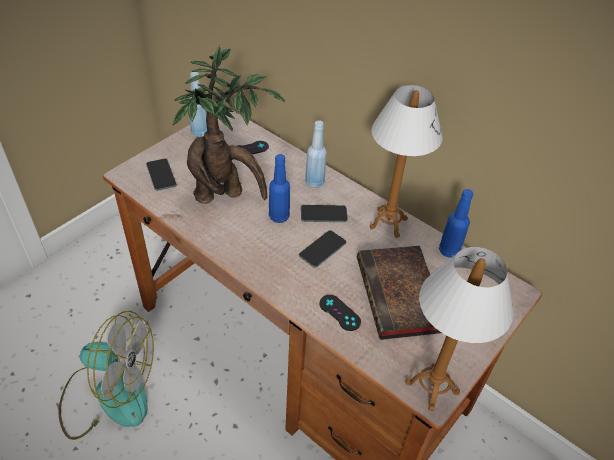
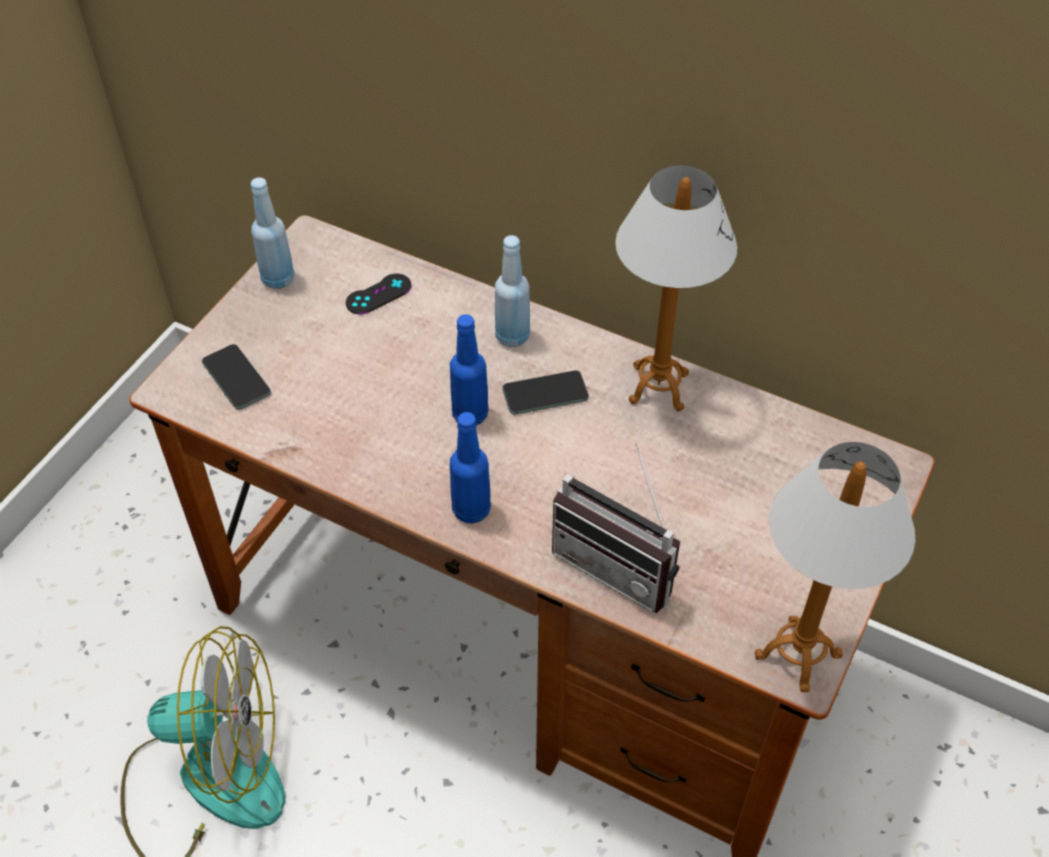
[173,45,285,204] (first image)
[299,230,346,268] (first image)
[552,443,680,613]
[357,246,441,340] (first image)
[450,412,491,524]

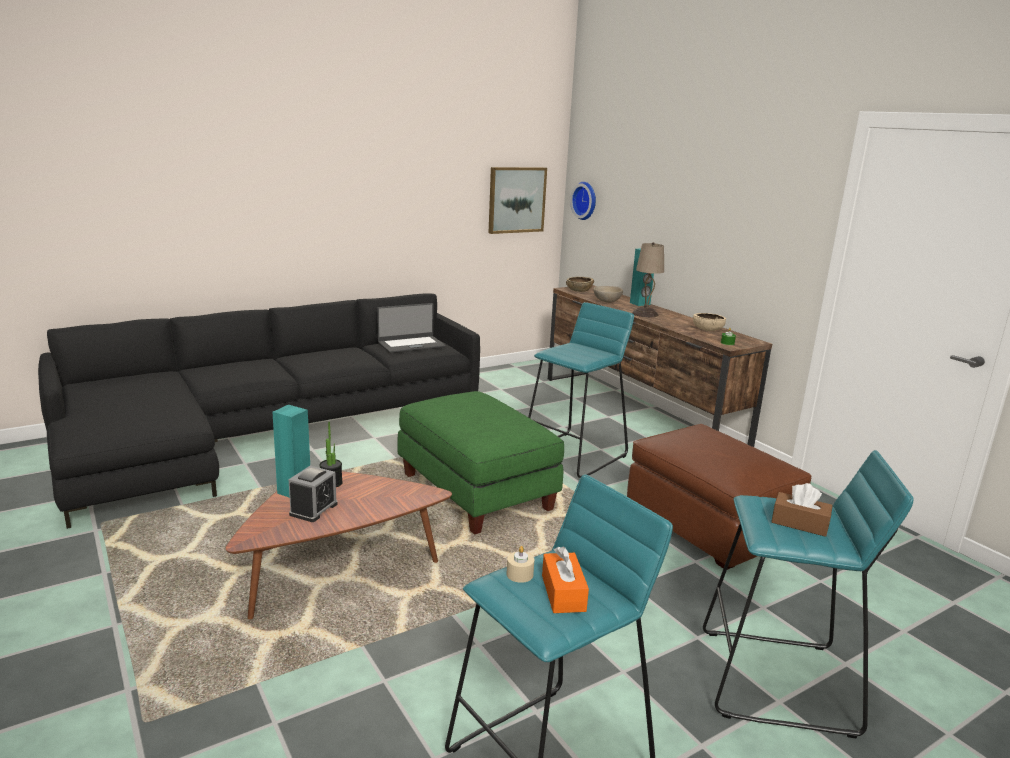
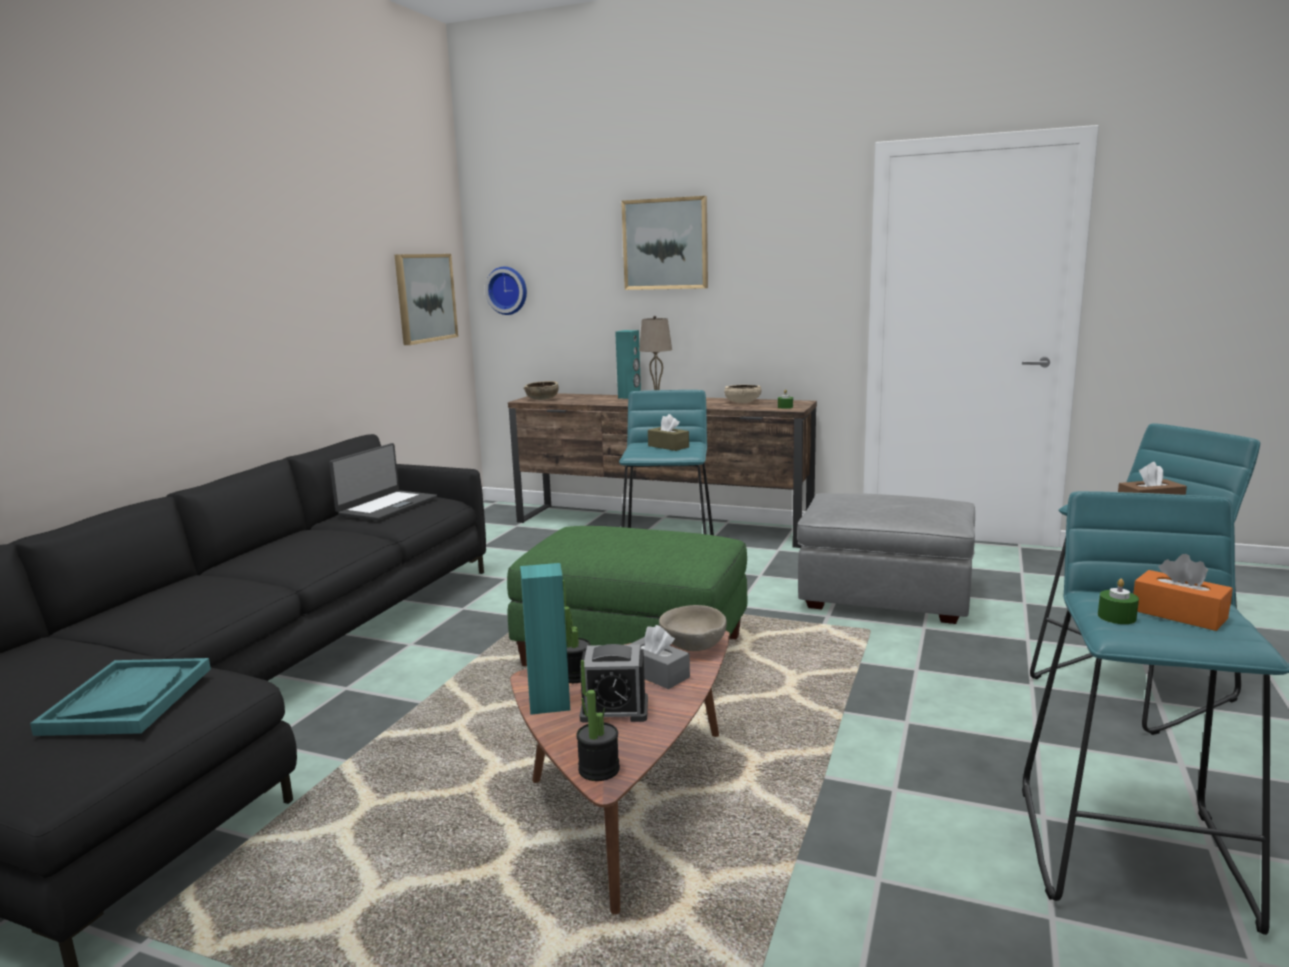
[579,644,648,723]
[1098,579,1139,624]
[659,605,727,651]
[797,493,975,624]
[30,658,211,736]
[576,660,620,781]
[621,196,708,290]
[629,625,690,689]
[648,414,689,451]

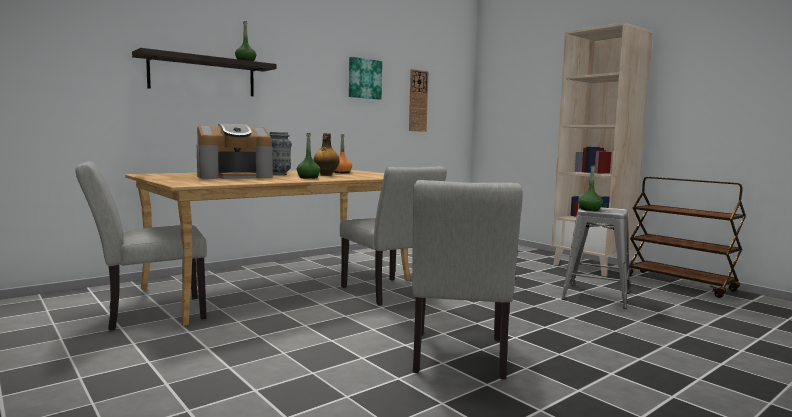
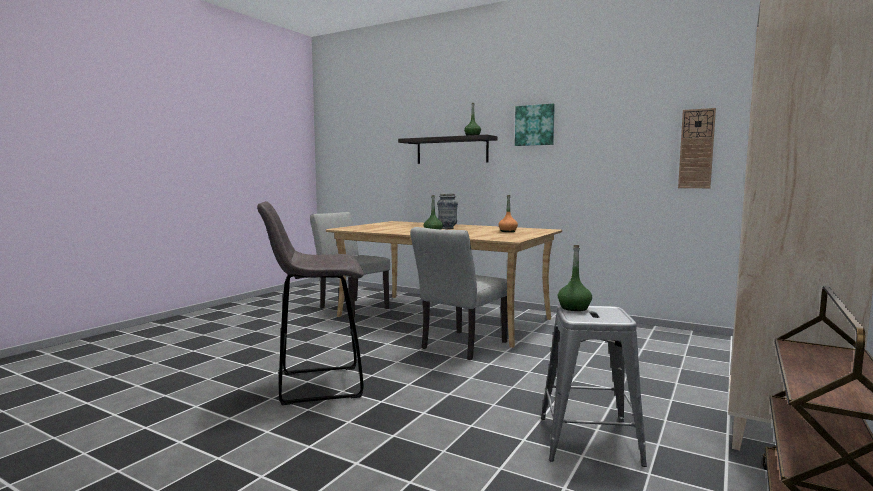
[197,124,273,179] (first image)
[313,133,340,176] (first image)
[515,104,555,146]
[257,201,364,405]

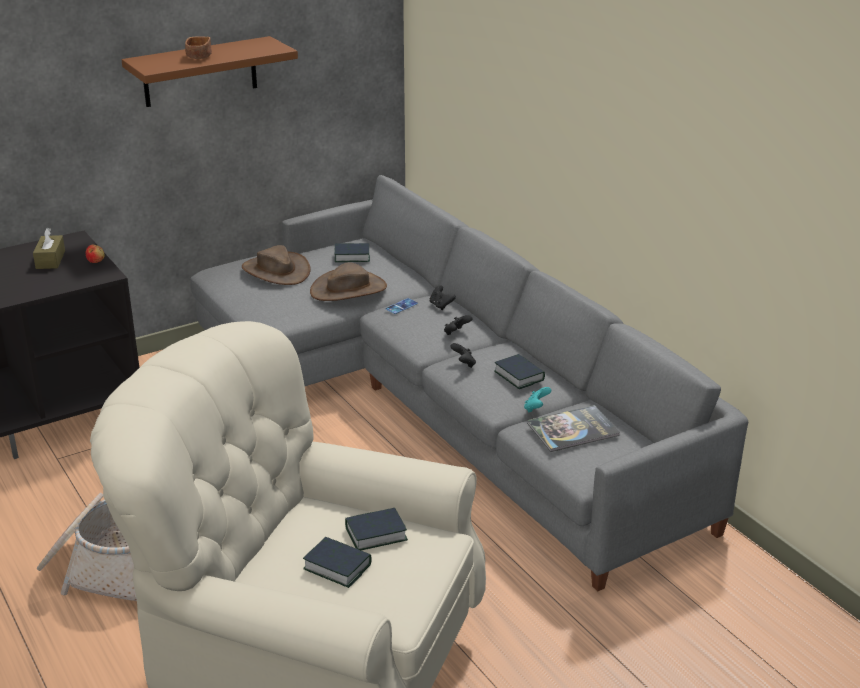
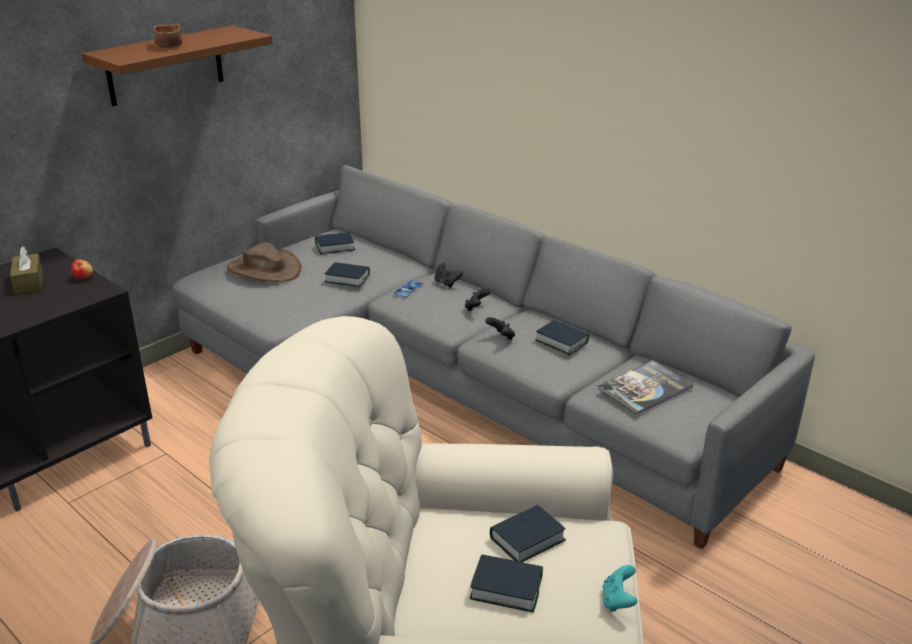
[325,262,370,287]
[602,565,637,612]

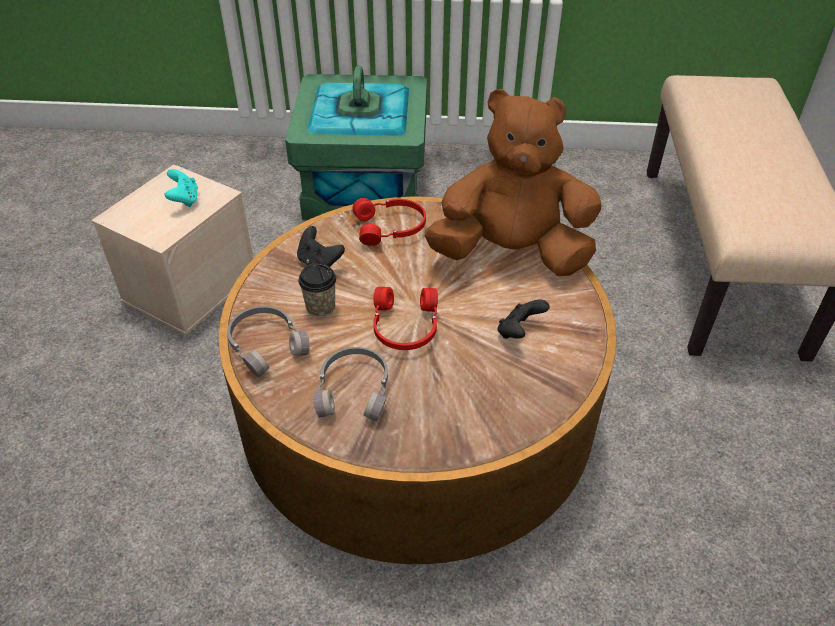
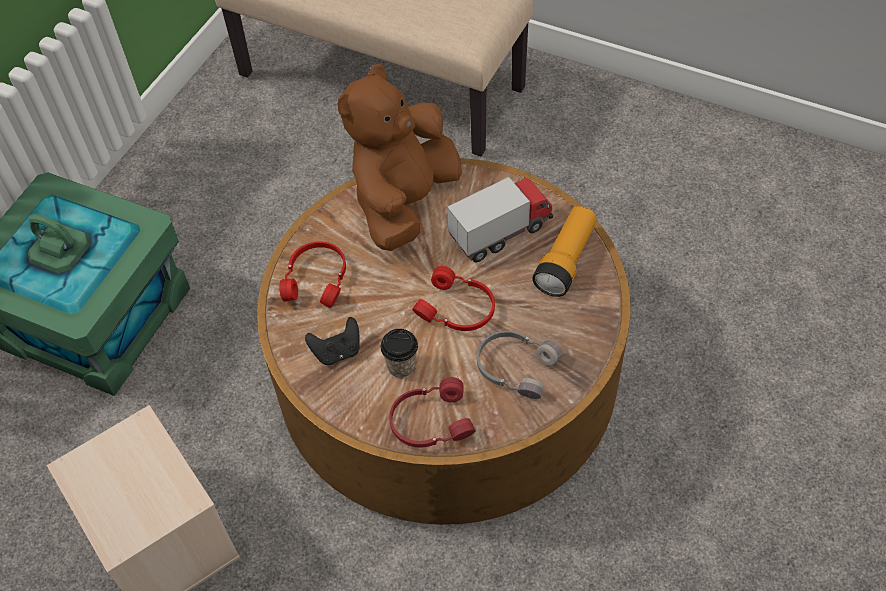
[164,169,198,207] (first image)
[389,377,476,448]
[447,177,553,262]
[532,206,597,297]

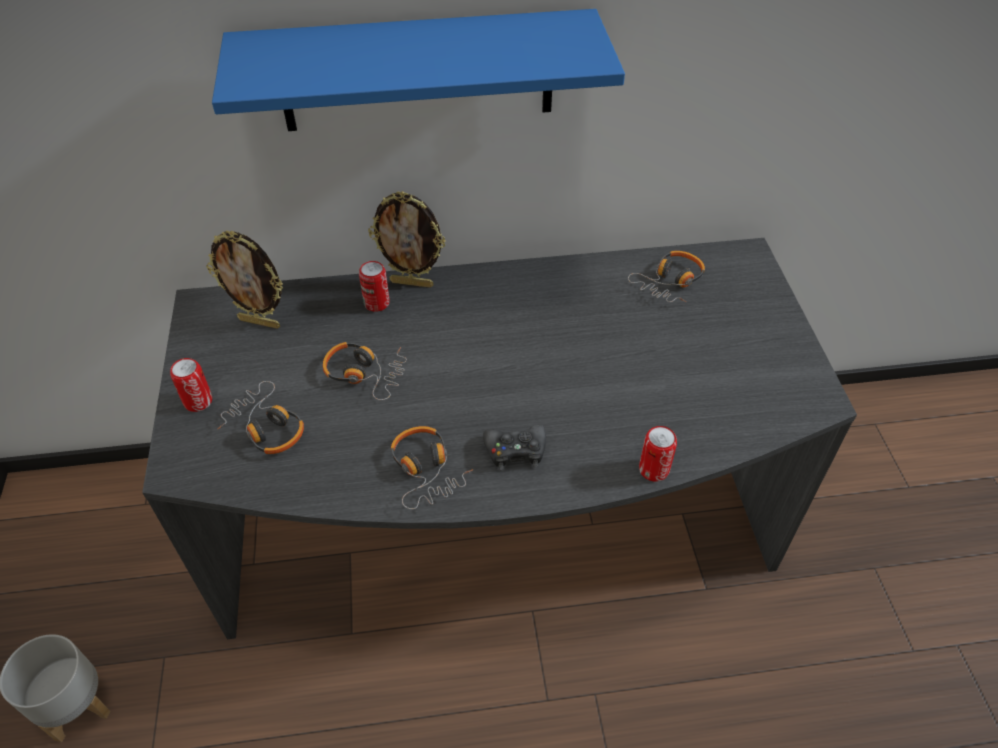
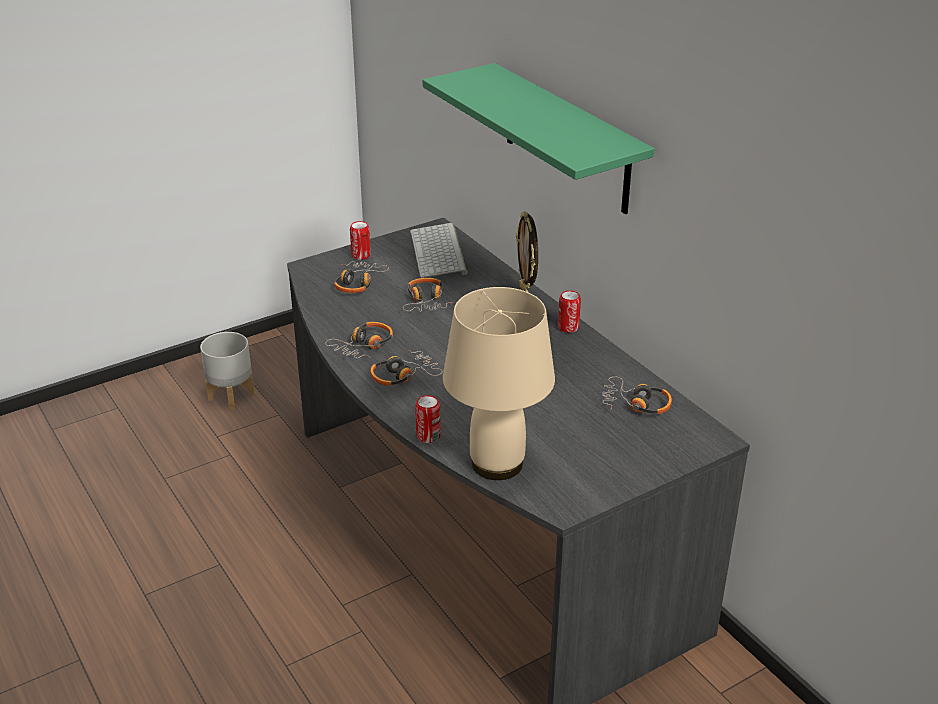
[410,223,468,278]
[423,63,655,214]
[558,290,581,333]
[370,349,443,386]
[443,287,555,480]

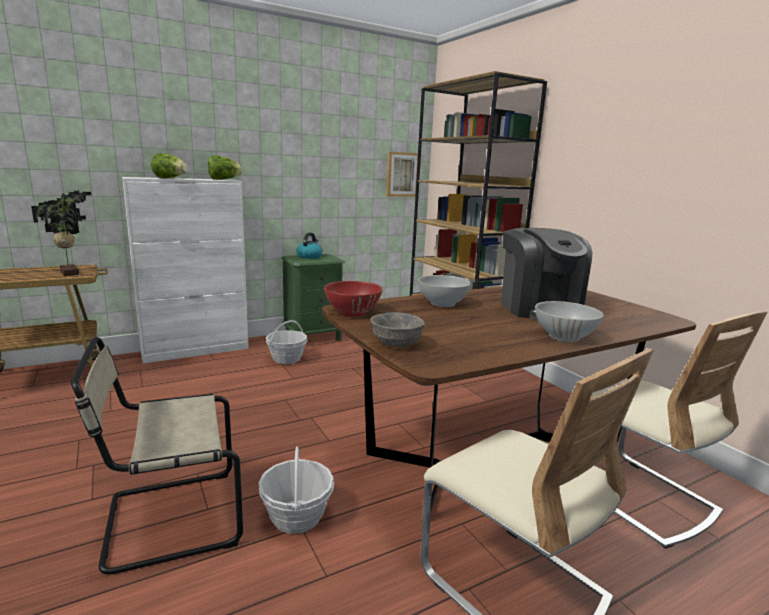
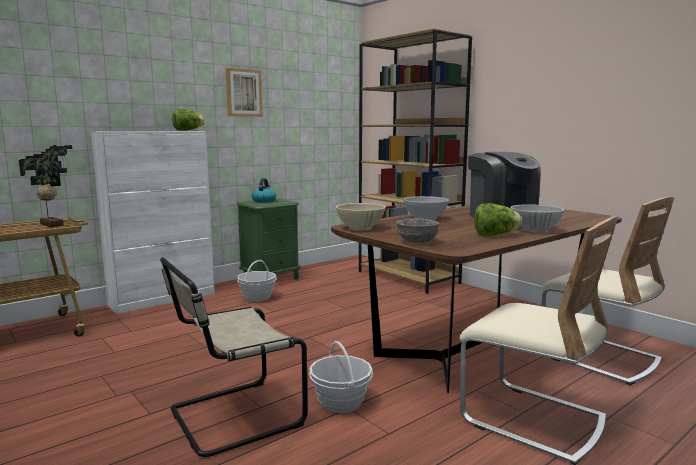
[474,203,522,236]
[336,203,385,230]
[226,68,263,117]

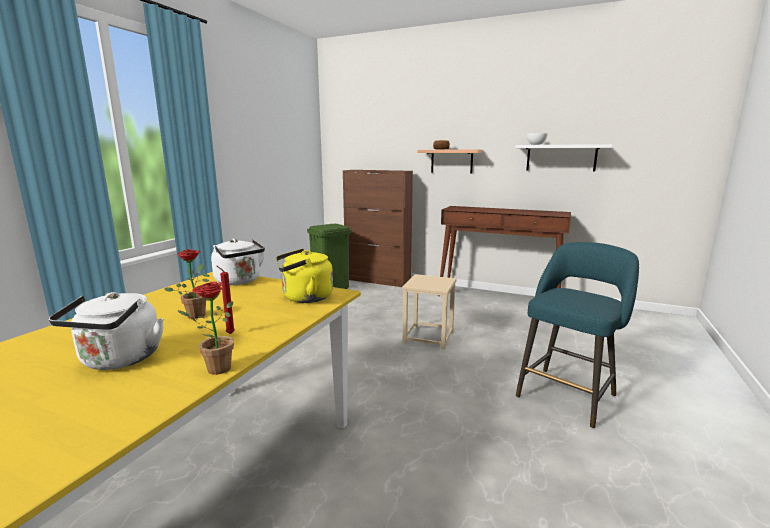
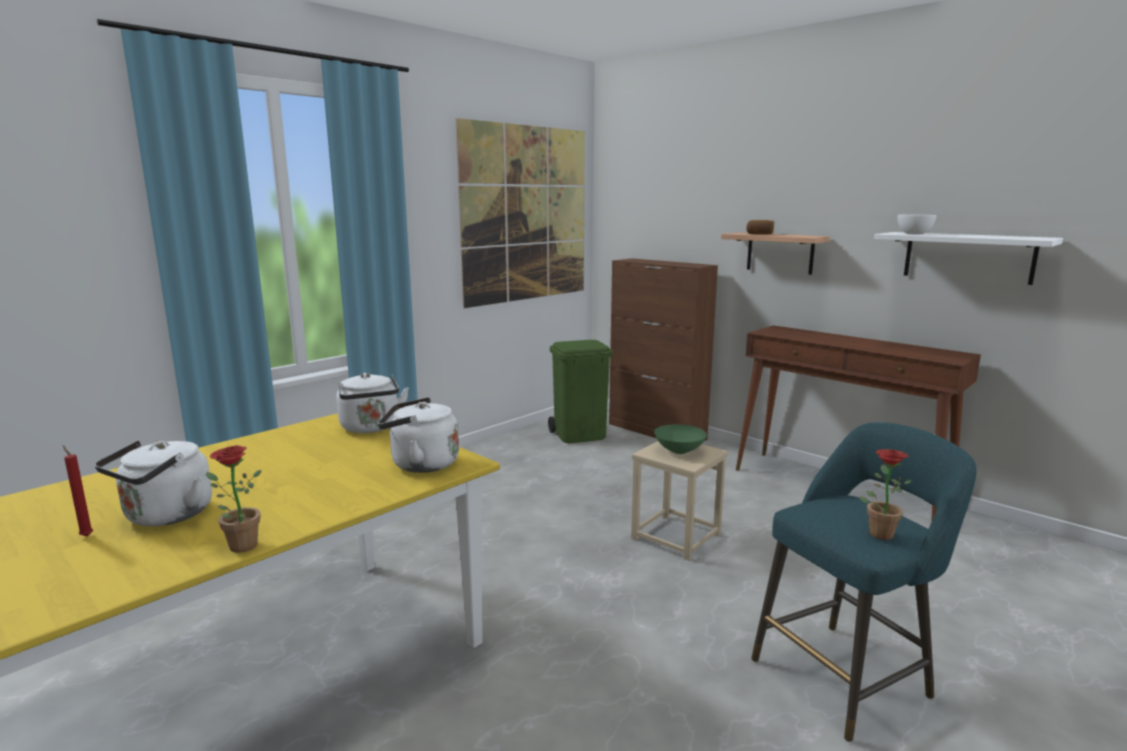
[860,449,912,540]
[62,445,93,537]
[378,397,459,473]
[455,118,585,308]
[654,424,707,454]

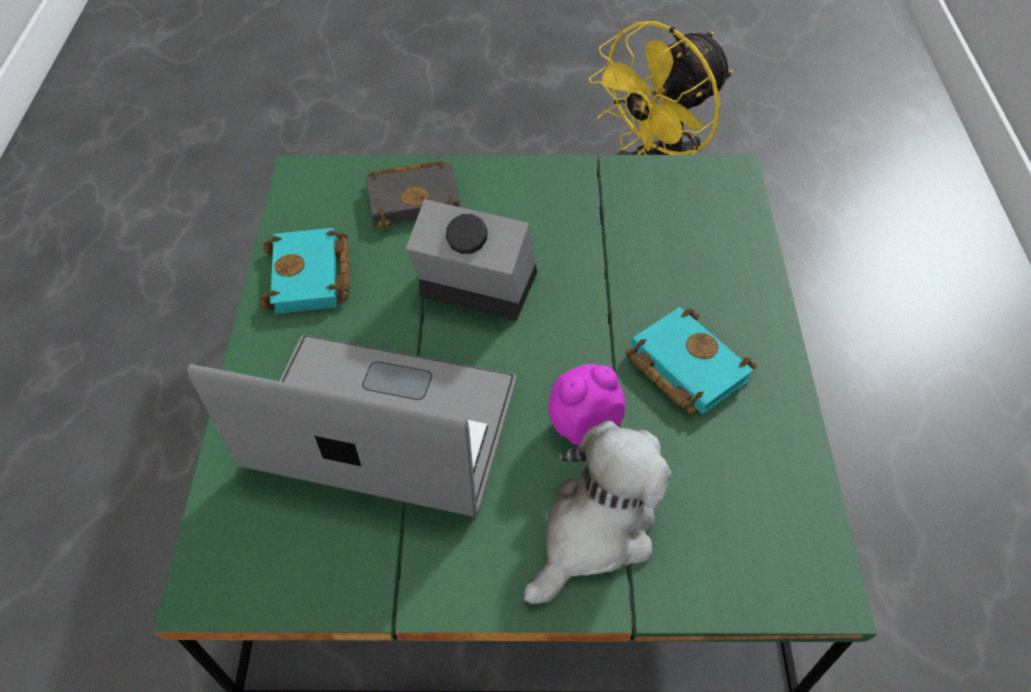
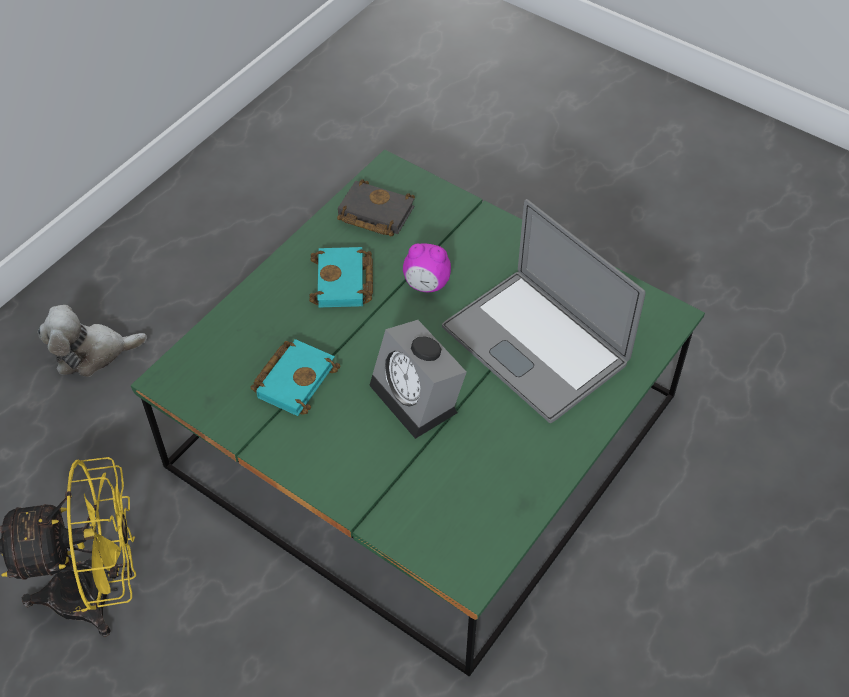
[251,339,341,416]
[337,179,415,236]
[38,305,147,377]

